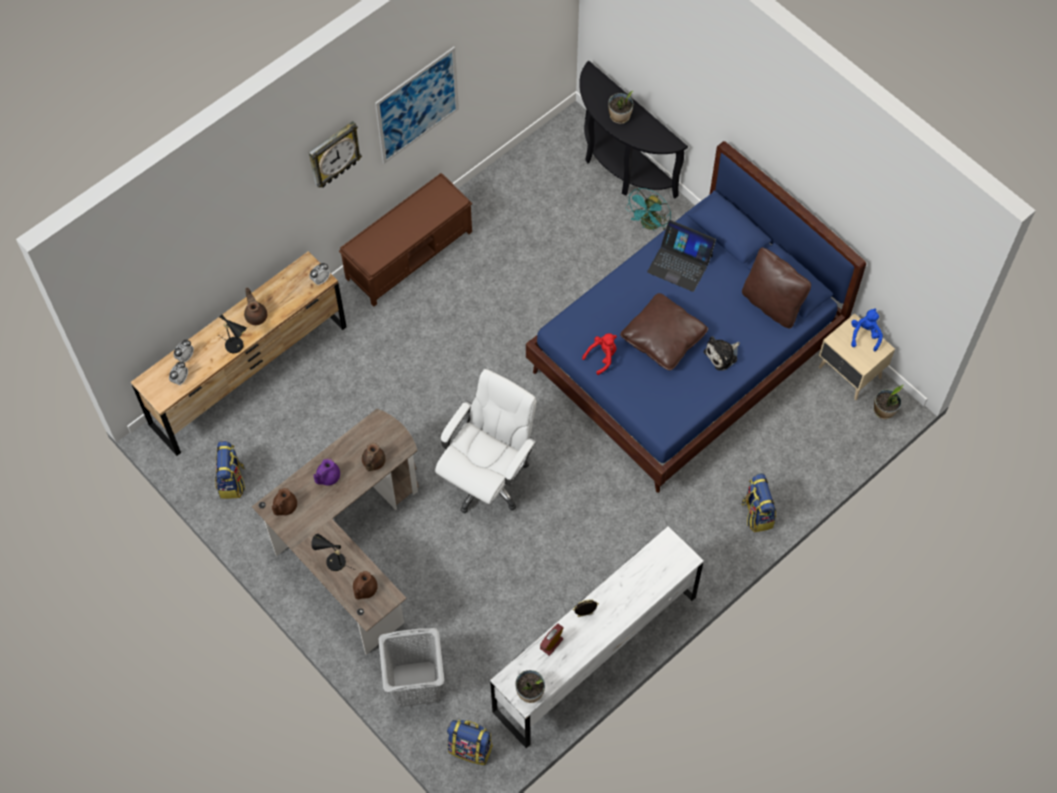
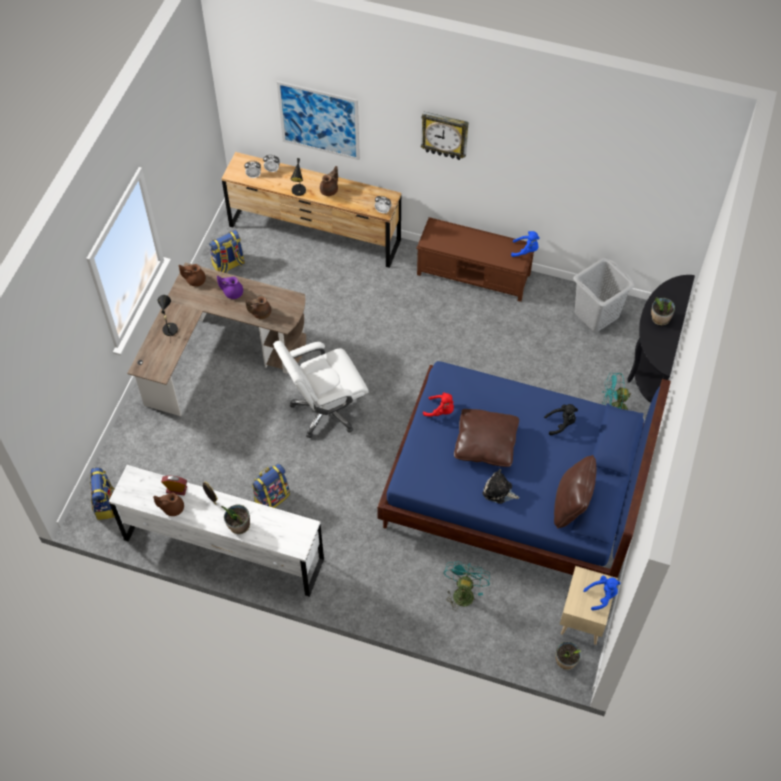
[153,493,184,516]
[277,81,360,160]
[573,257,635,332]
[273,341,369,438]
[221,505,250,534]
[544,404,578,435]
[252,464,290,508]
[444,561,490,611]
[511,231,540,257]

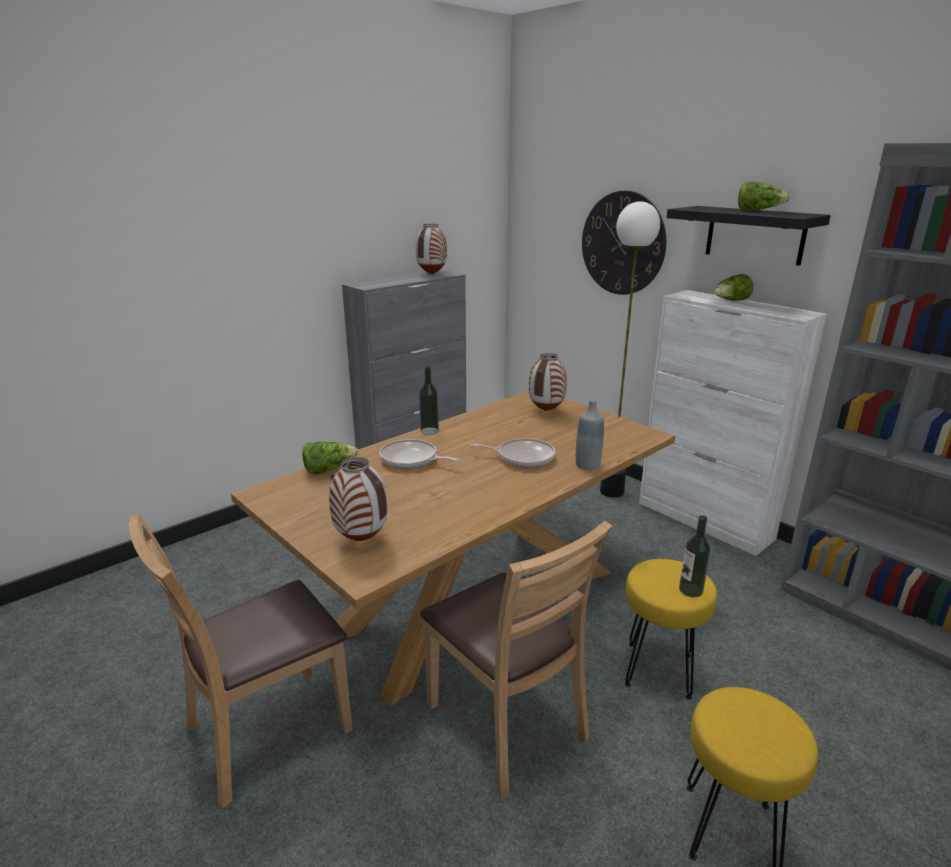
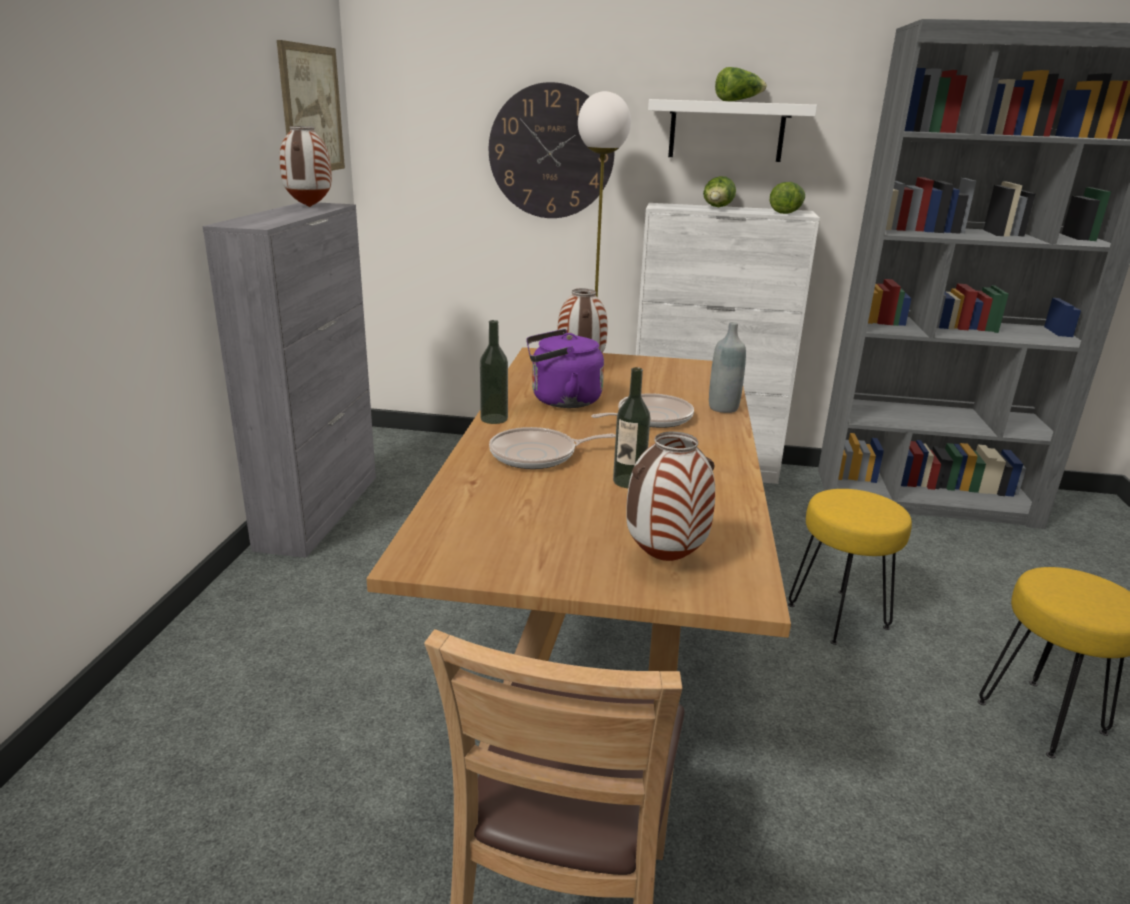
[770,182,805,214]
[420,521,612,799] (first image)
[648,99,817,162]
[613,367,651,488]
[277,40,345,171]
[526,329,604,408]

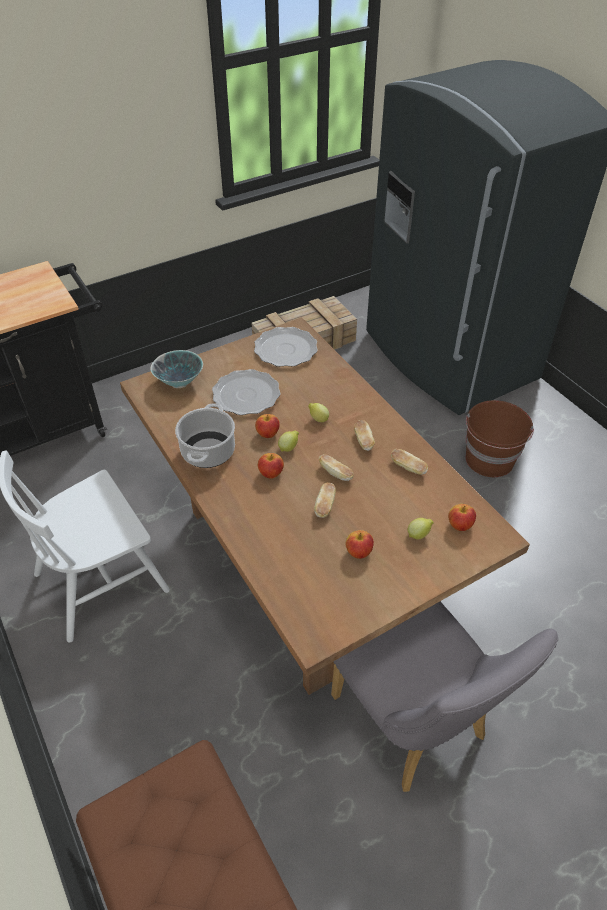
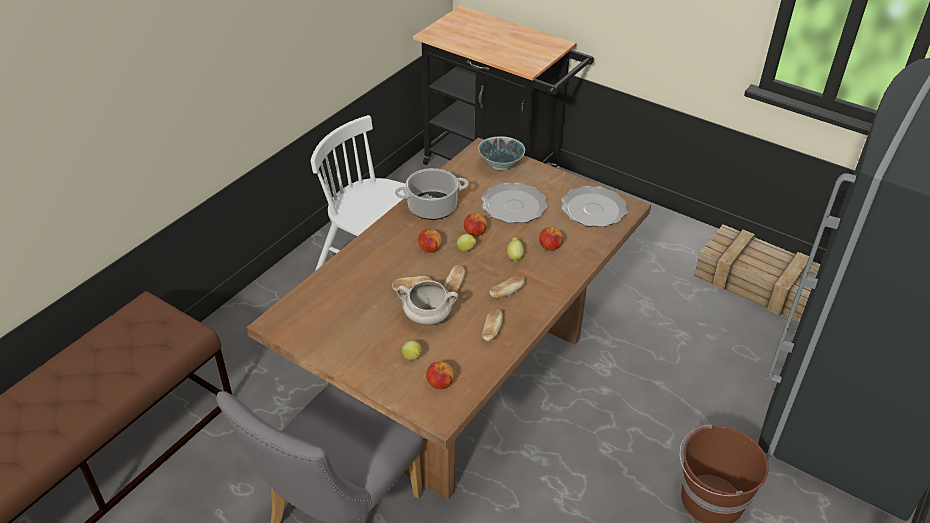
[539,227,563,251]
[396,280,458,326]

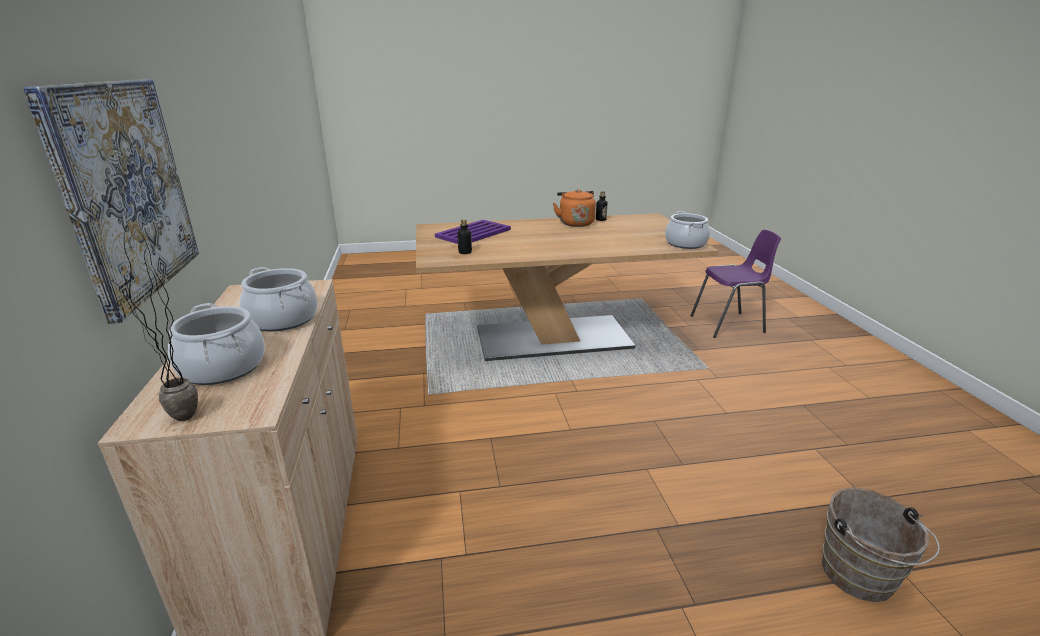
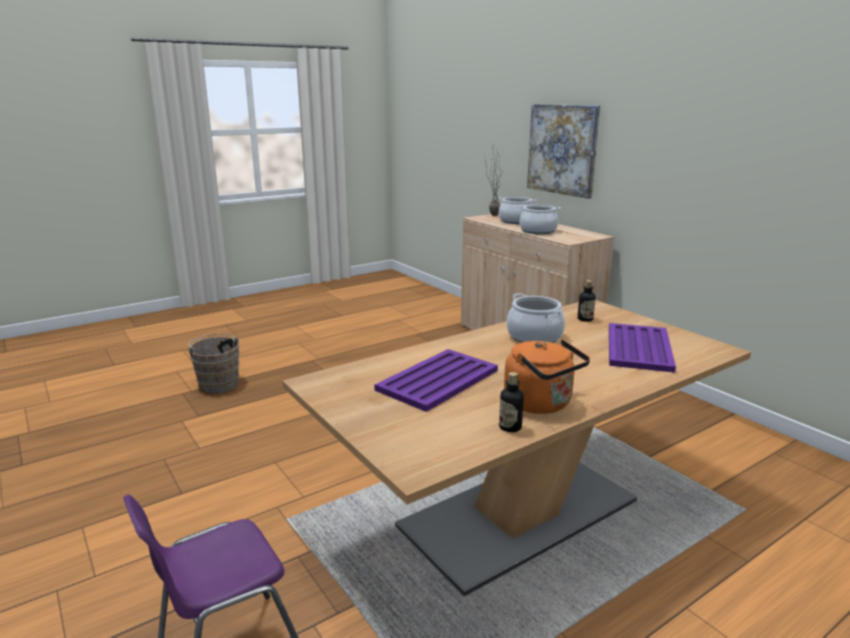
[507,293,565,343]
[375,349,498,412]

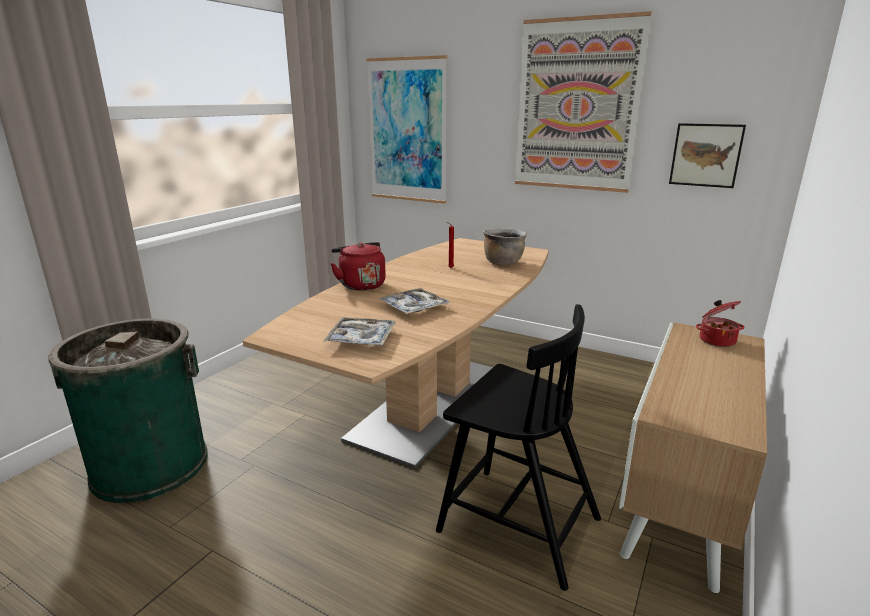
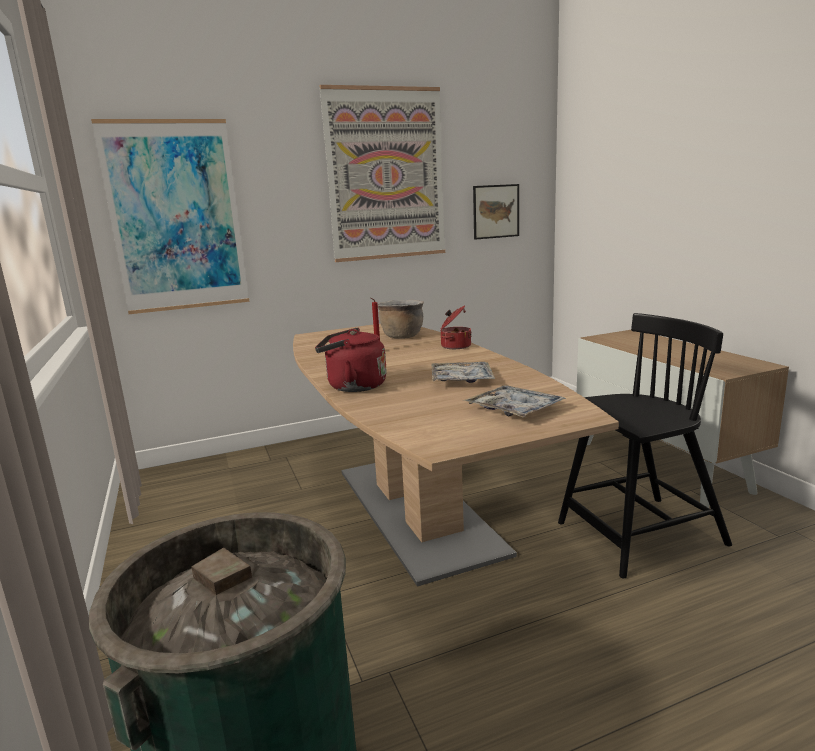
[441,305,472,349]

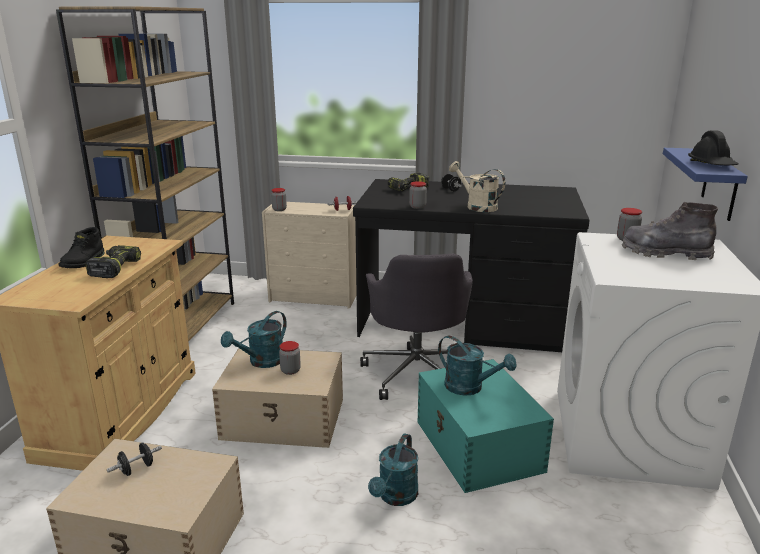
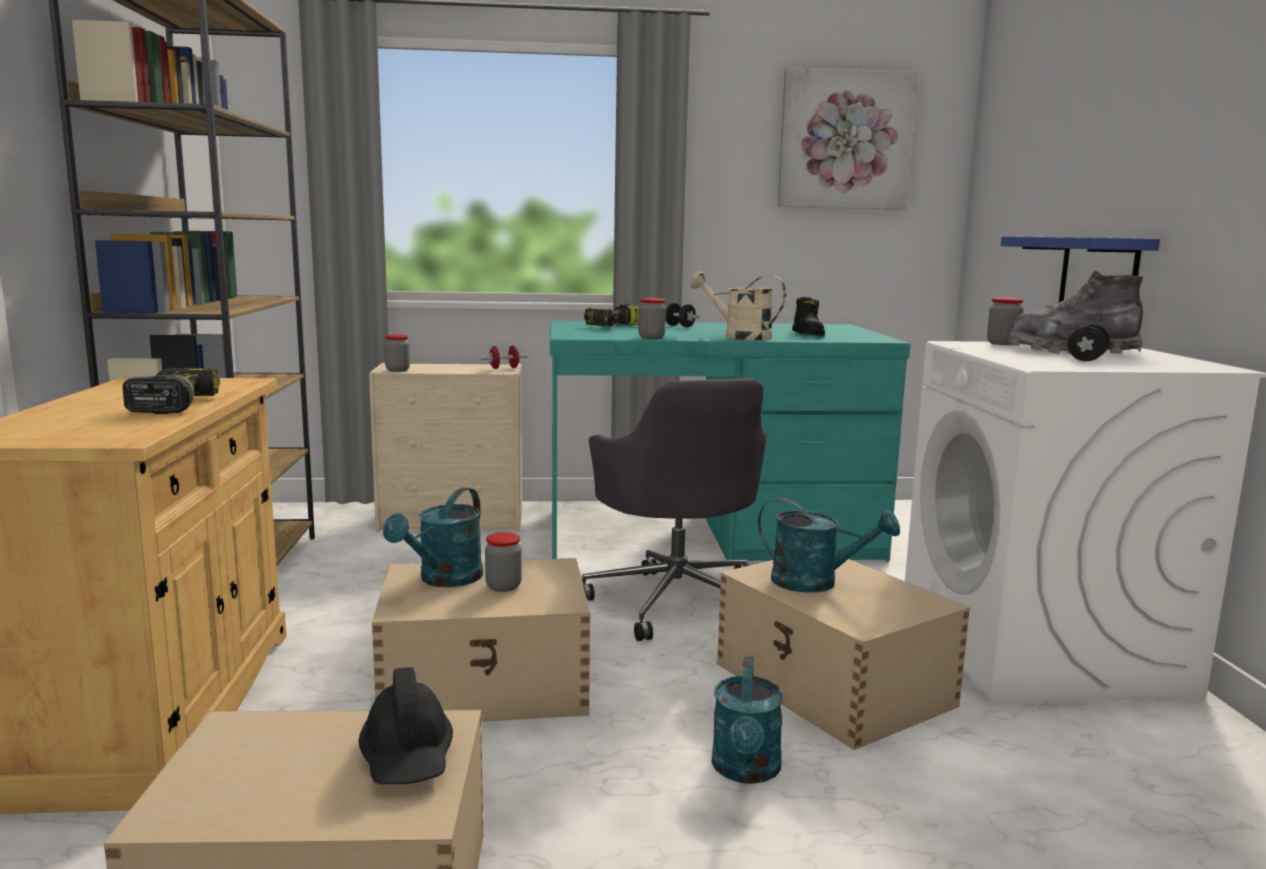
[792,297,825,336]
[1068,324,1110,361]
[550,321,911,562]
[717,553,970,750]
[359,667,453,784]
[778,67,918,210]

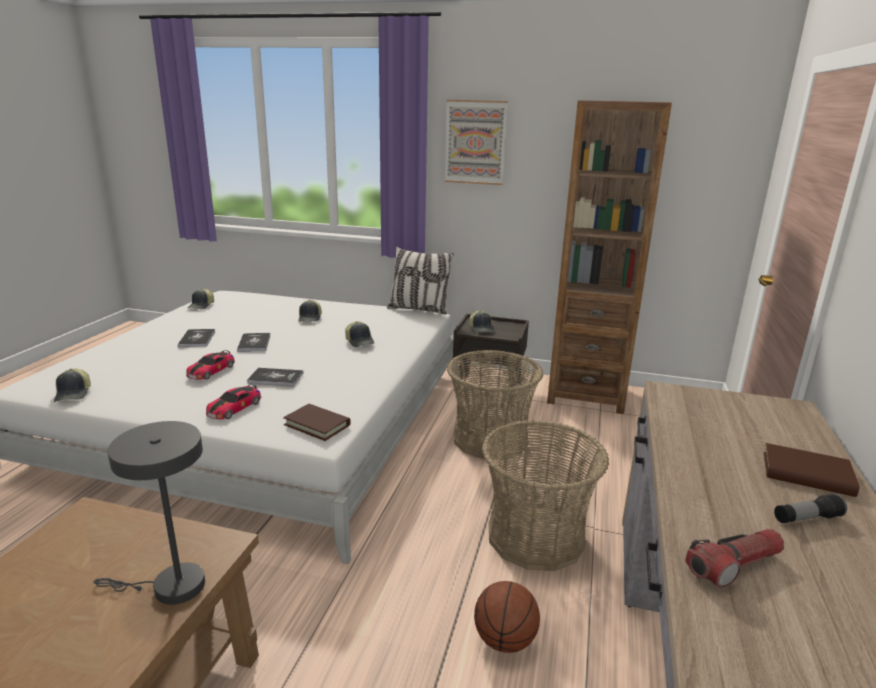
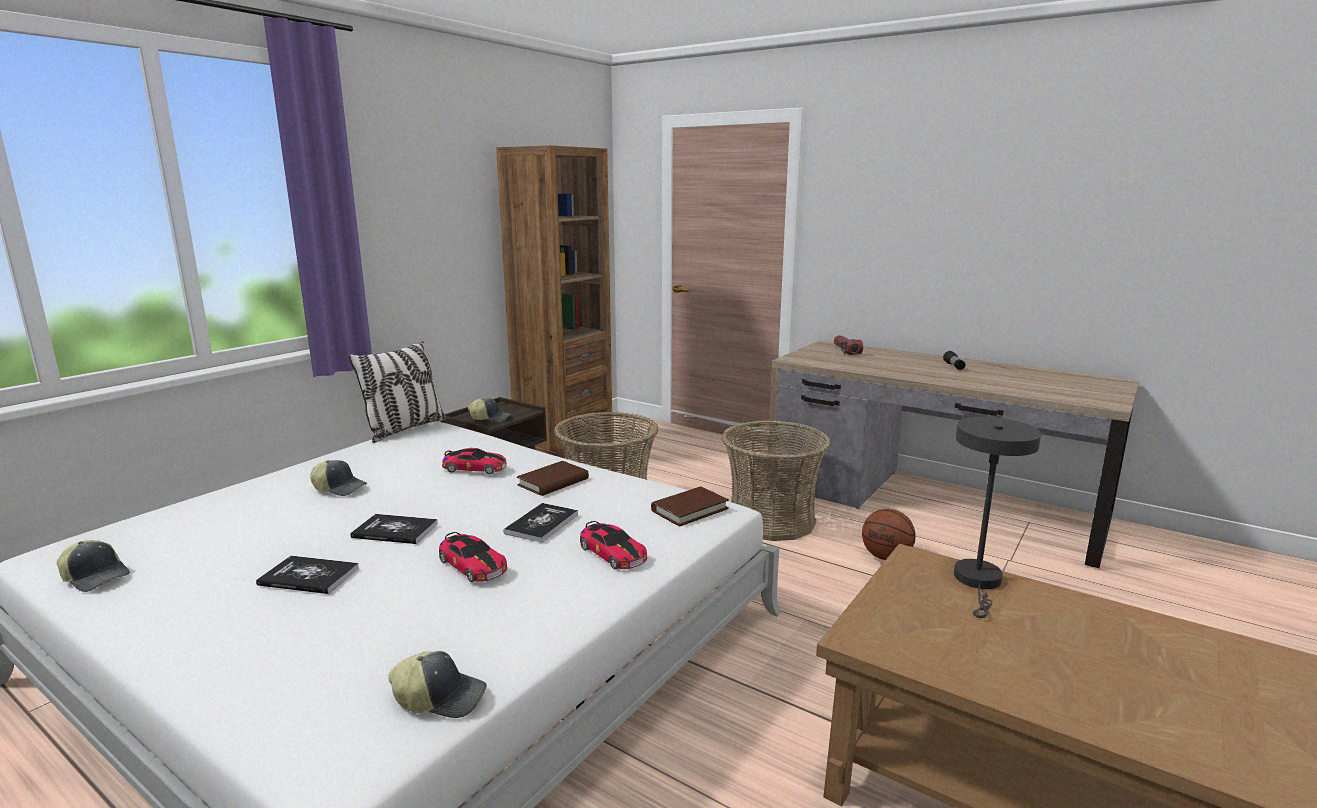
[442,448,507,474]
[445,100,508,185] (first image)
[834,335,863,355]
[517,461,589,496]

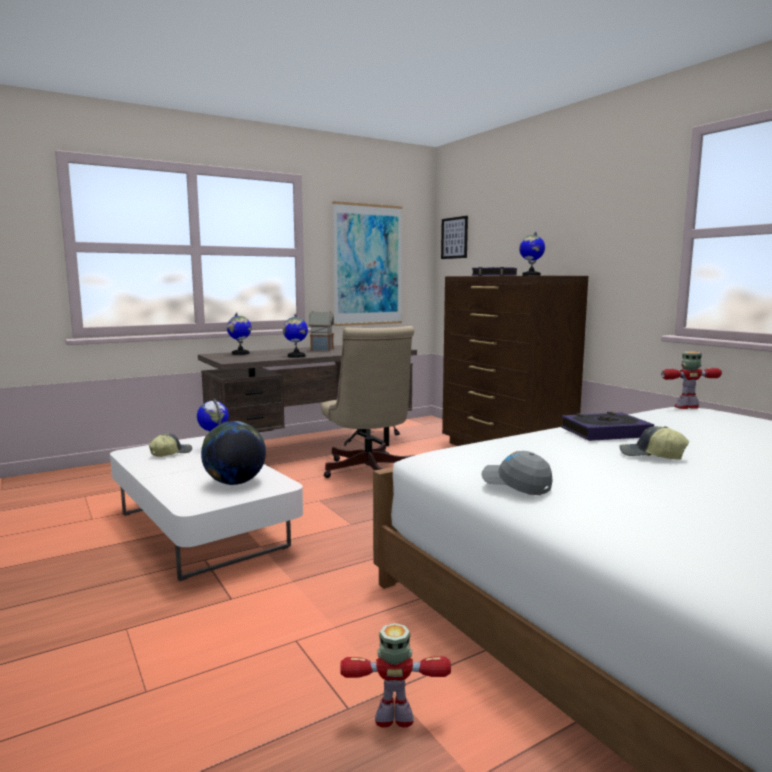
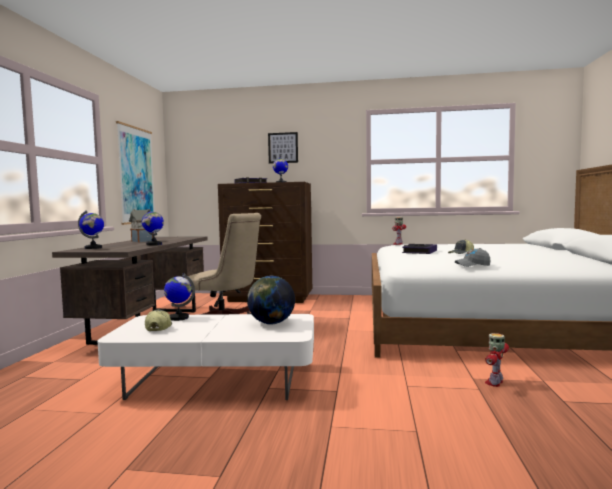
[268,132,298,164]

